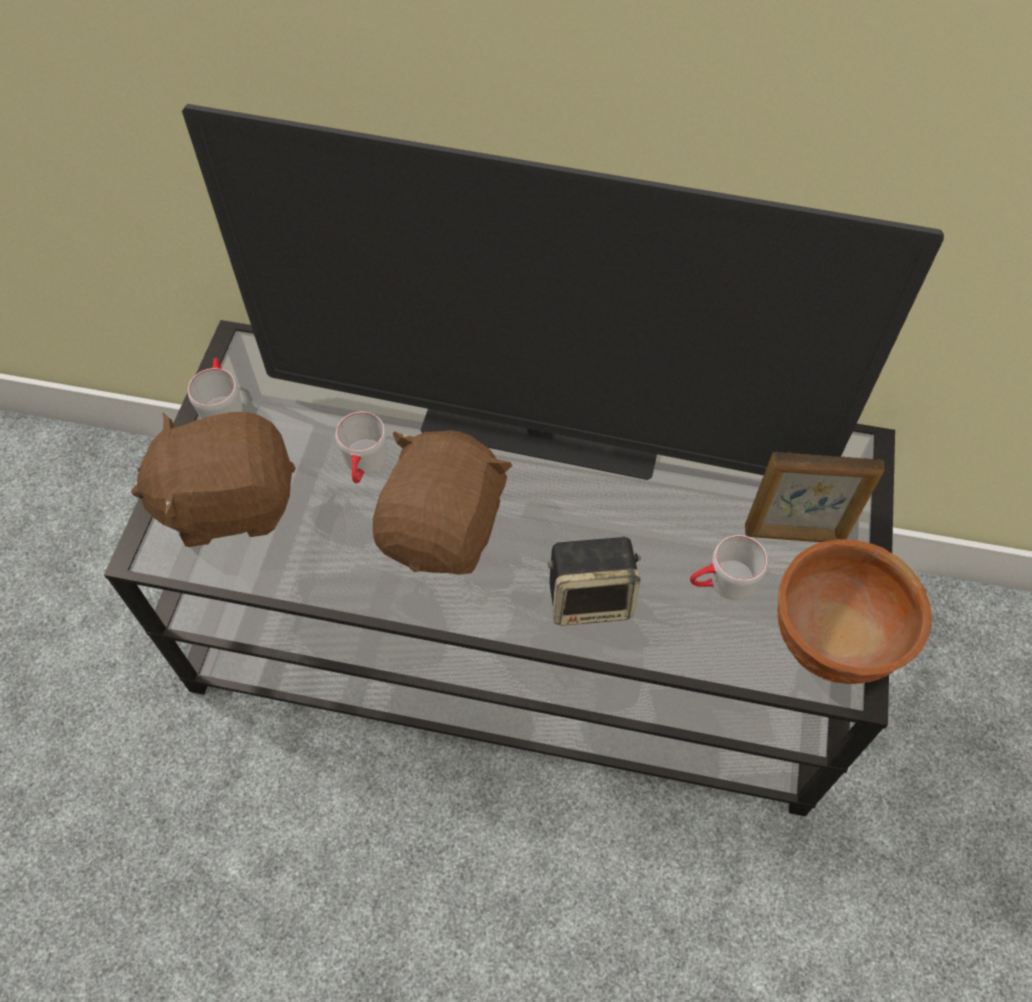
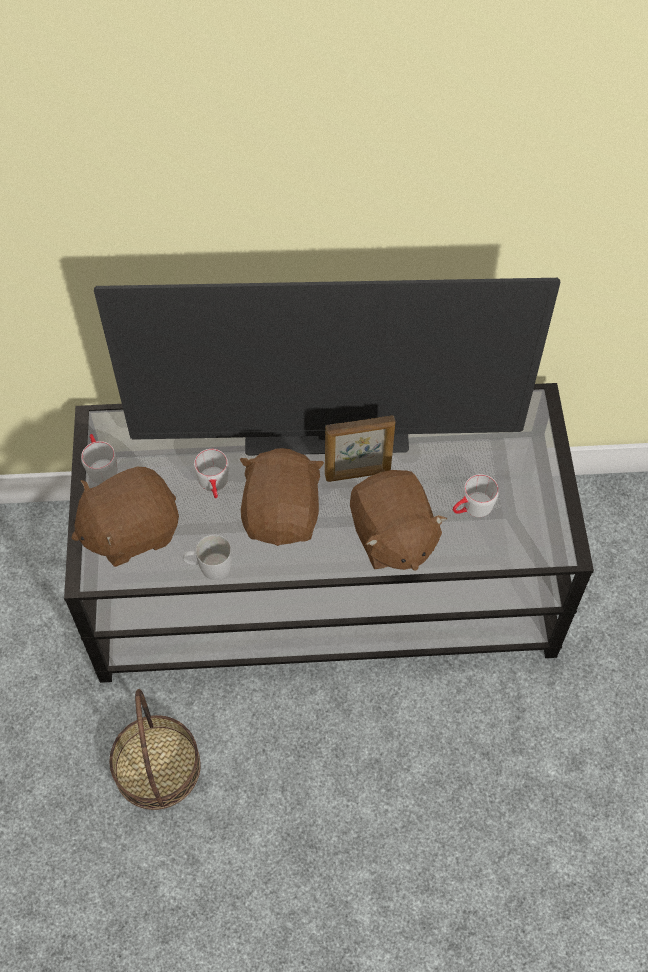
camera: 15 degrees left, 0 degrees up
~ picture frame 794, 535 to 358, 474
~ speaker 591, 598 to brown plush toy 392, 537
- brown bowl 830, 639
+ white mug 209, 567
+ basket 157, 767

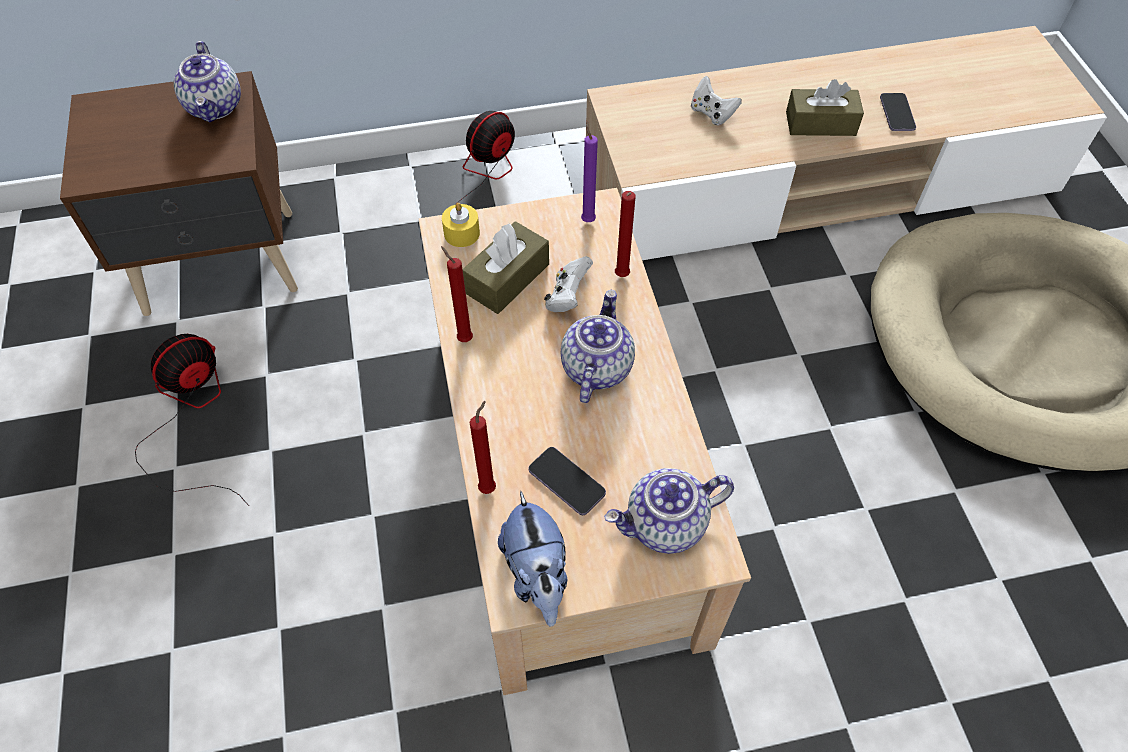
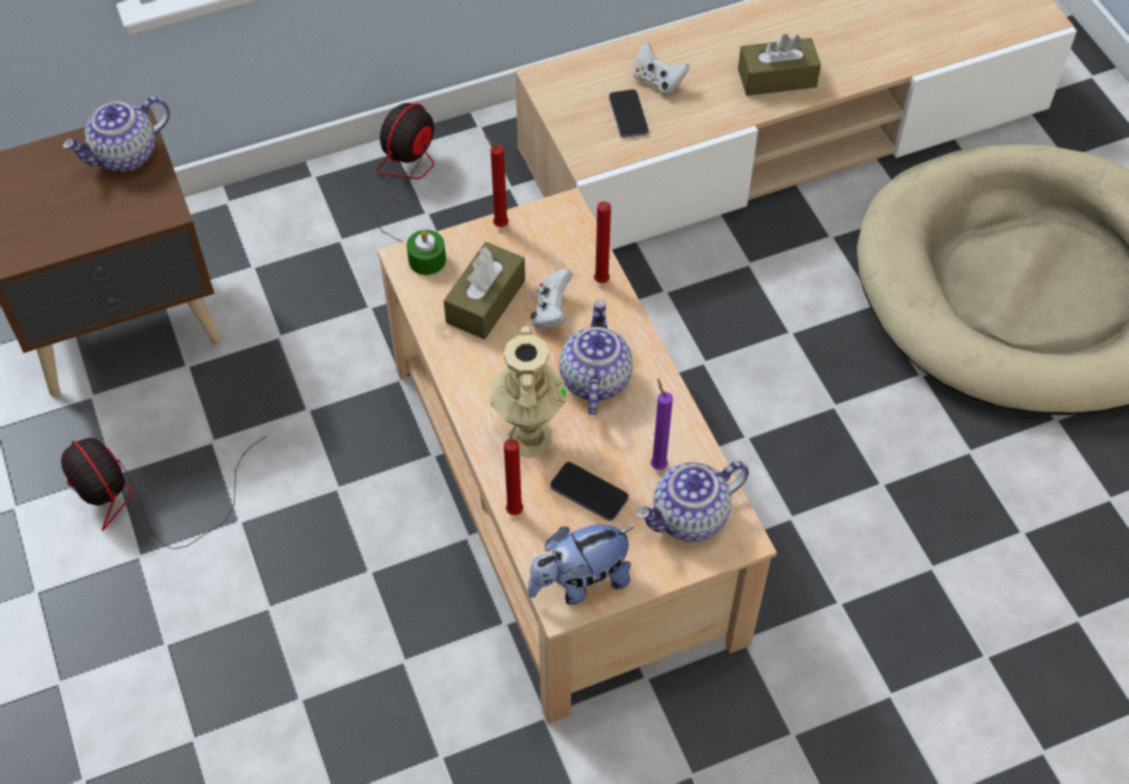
camera: 10 degrees left, 0 degrees up
~ teapot 215, 107 = 126, 156 75 degrees clockwise
~ phone 897, 113 to 628, 115
~ purple candle 587, 219 to 657, 464
~ yellow candle 461, 233 to green candle 427, 260
~ red candle 463, 338 to 498, 224
~ fan 192, 416 = 142, 499 75 degrees counterclockwise
~ plush toy 537, 576 = 580, 582 90 degrees clockwise
+ beige vase 527, 436

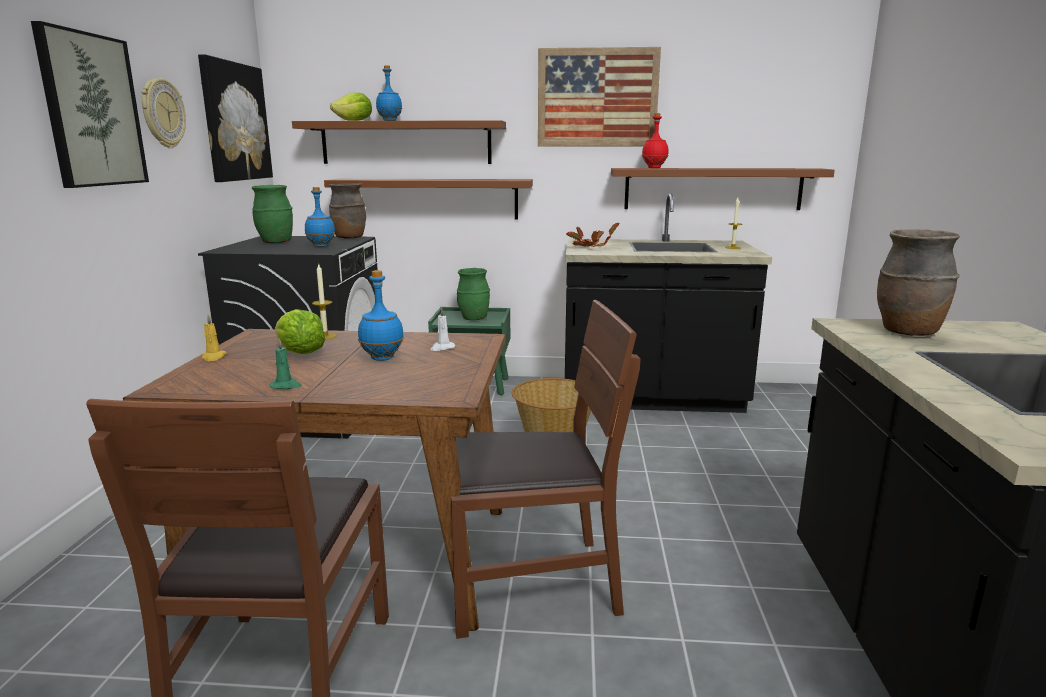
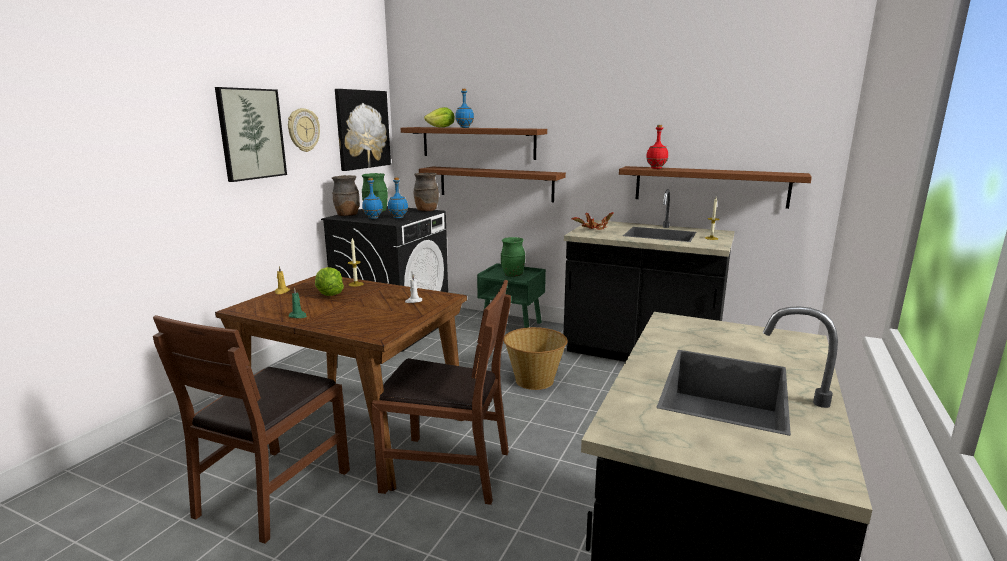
camera: 20 degrees right, 0 degrees up
- picture 597, 98
~ brown vase 908, 332 to 347, 215
~ blue bottle 382, 358 to 373, 218

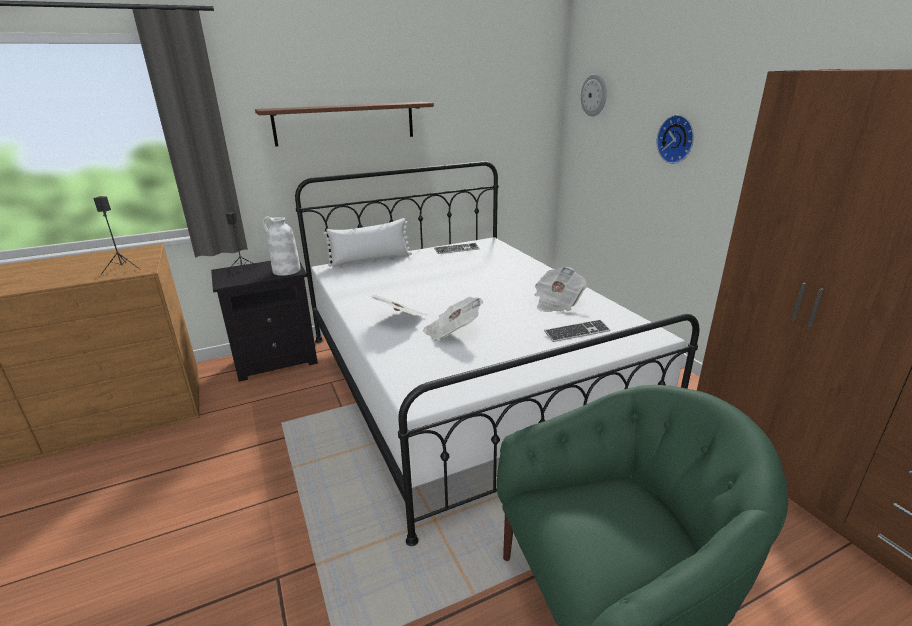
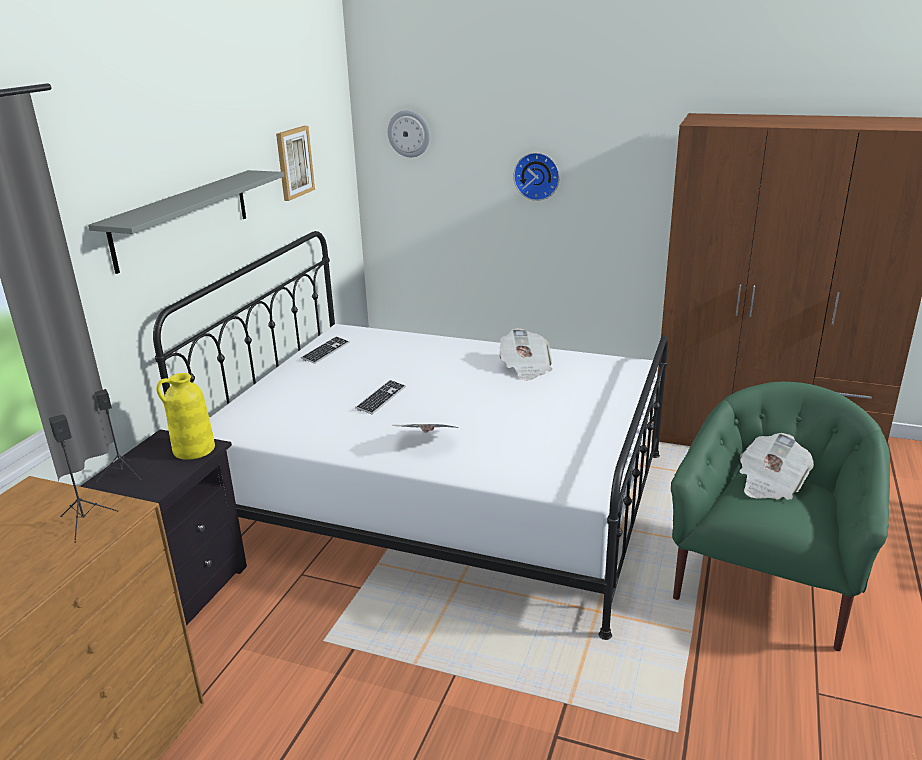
camera: 45 degrees left, 0 degrees up
~ brown shelf 345, 123 to grey shelf 182, 218
~ white vase 286, 271 to yellow vase 193, 450
- white pillow 371, 260
~ newspaper 452, 332 to 770, 484
~ keyboard 577, 332 to 381, 398
+ picture 294, 162

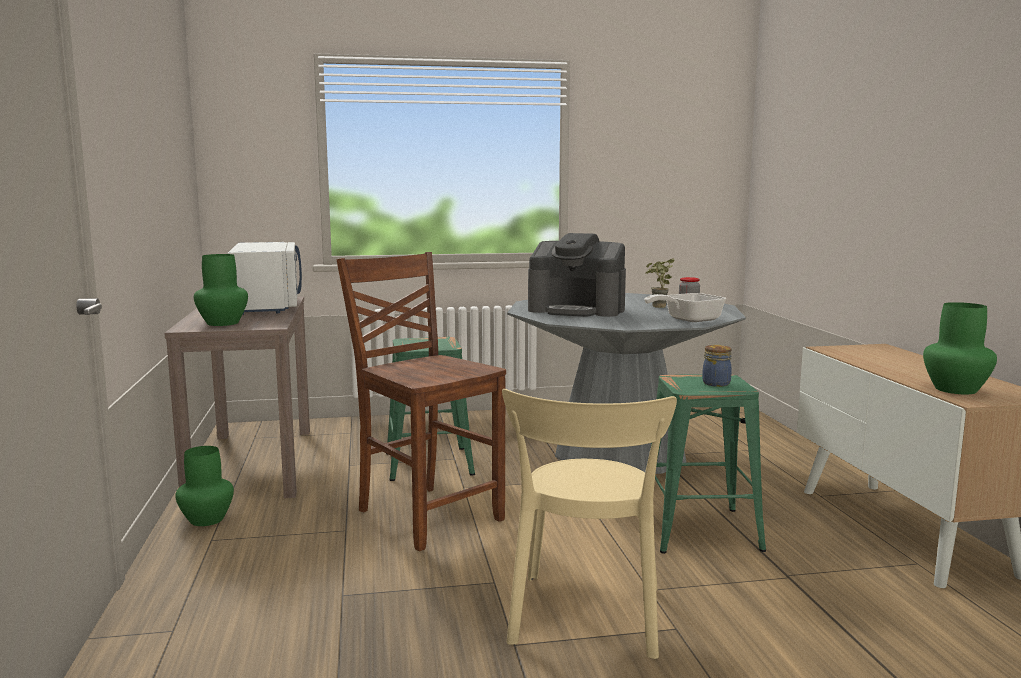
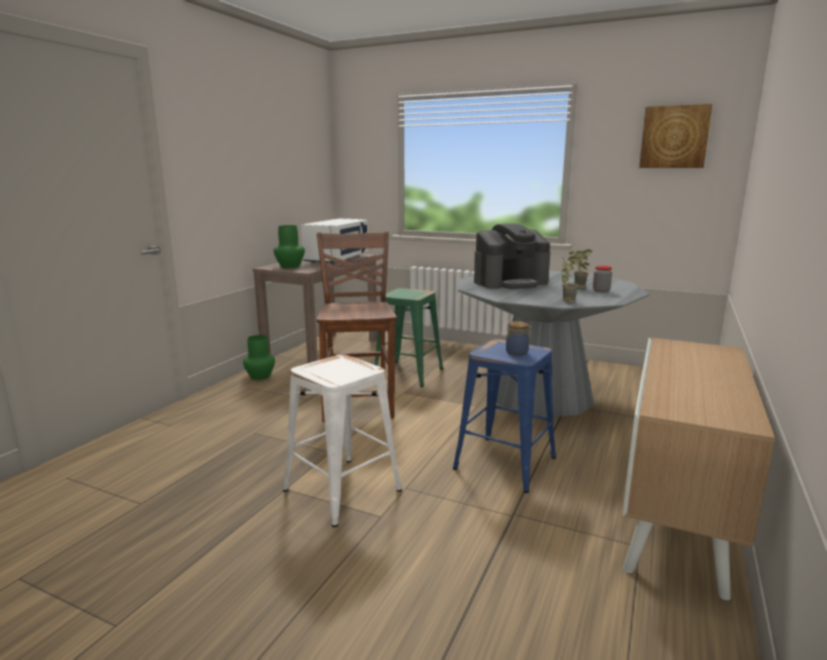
camera: 35 degrees right, 5 degrees up
~ coffee machine 577, 310 = 510, 282 75 degrees counterclockwise
~ frying pan 687, 320 to potted plant 566, 300
- green vase 957, 389
~ green stool 700, 530 to blue stool 504, 463
~ beige chair 585, 619 to white stool 341, 490
+ picture 674, 137

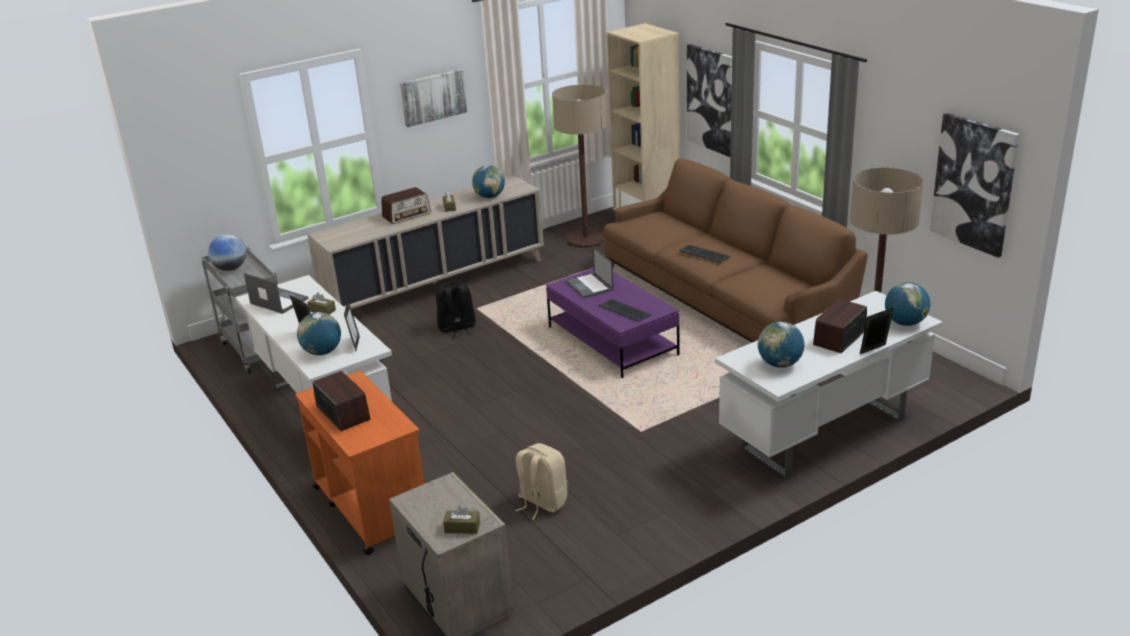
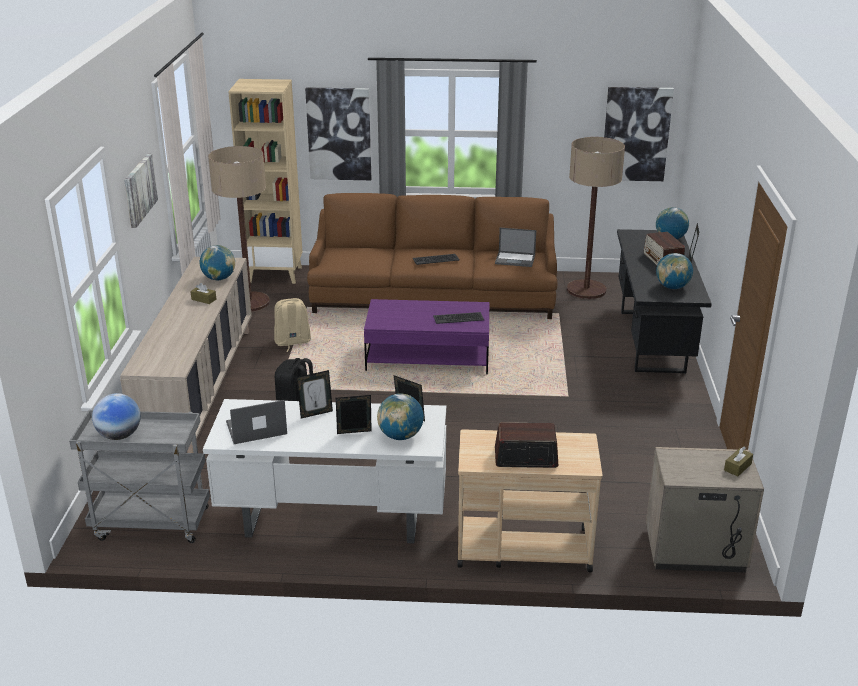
camera: 55 degrees left, 0 degrees up
- radio 407, 215
~ laptop 589, 286 to 515, 259
~ white desk 824, 434 to black desk 652, 341
~ brown tissue box 322, 310 to picture frame 316, 413
~ orange cart 370, 506 to beige cart 522, 547
~ beige backpack 541, 502 to 292, 343

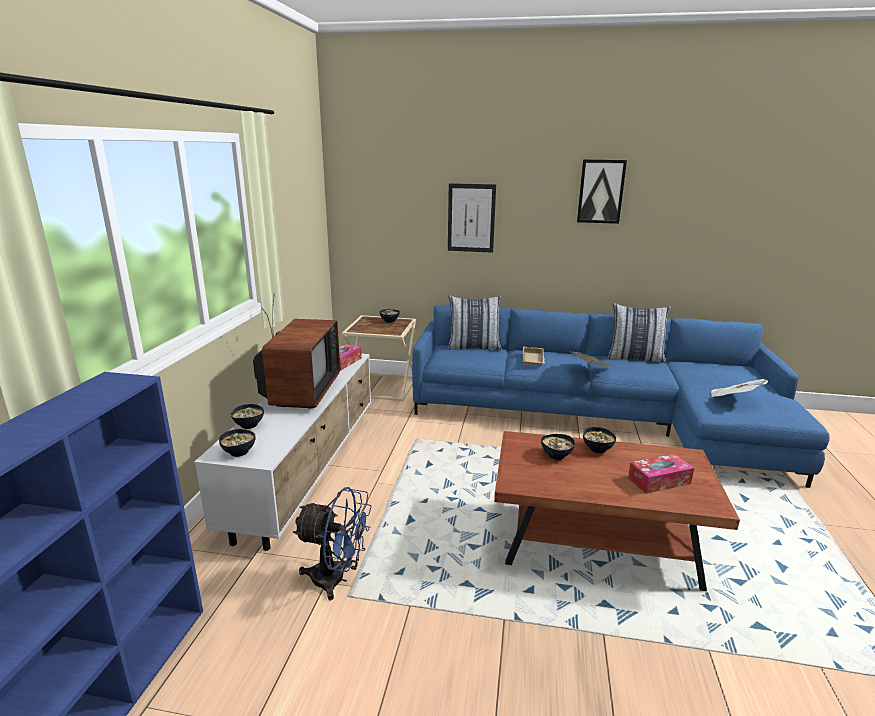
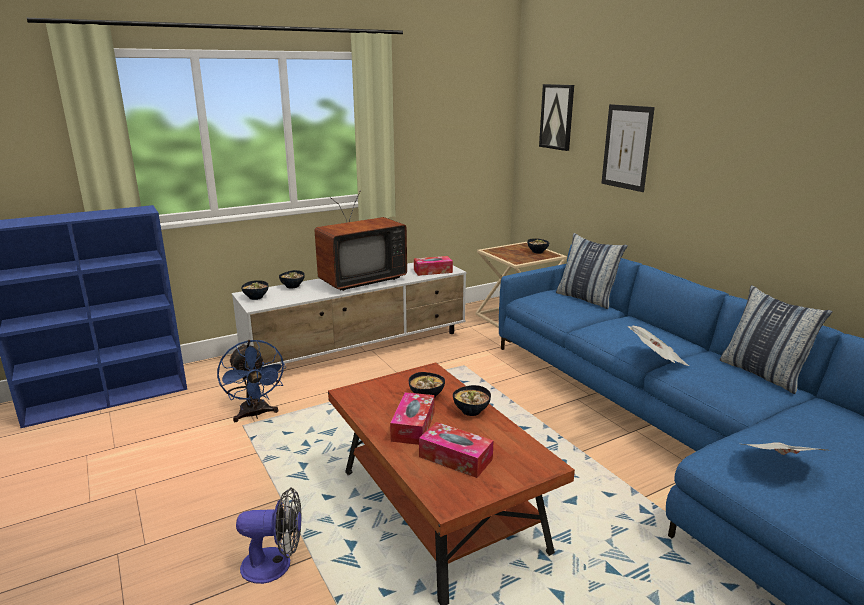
camera: 50 degrees right, 0 degrees up
~ picture 601, 191 to 557, 117
- beige tray 534, 360
+ tissue box 413, 426
+ fan 275, 564

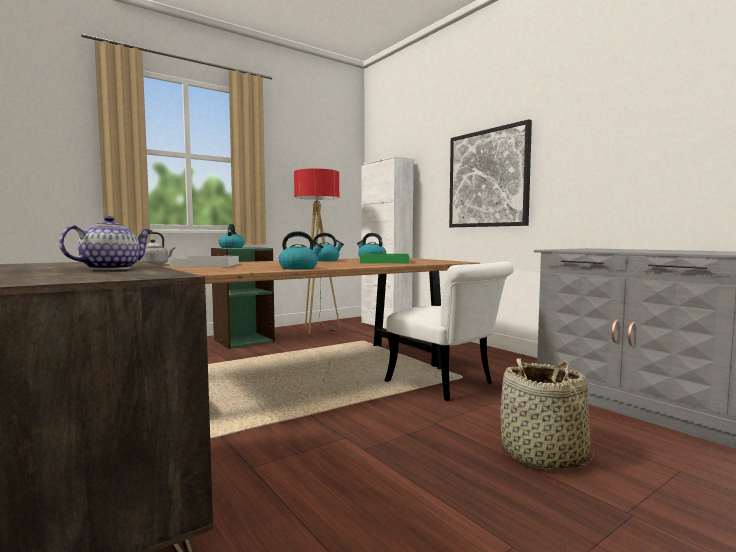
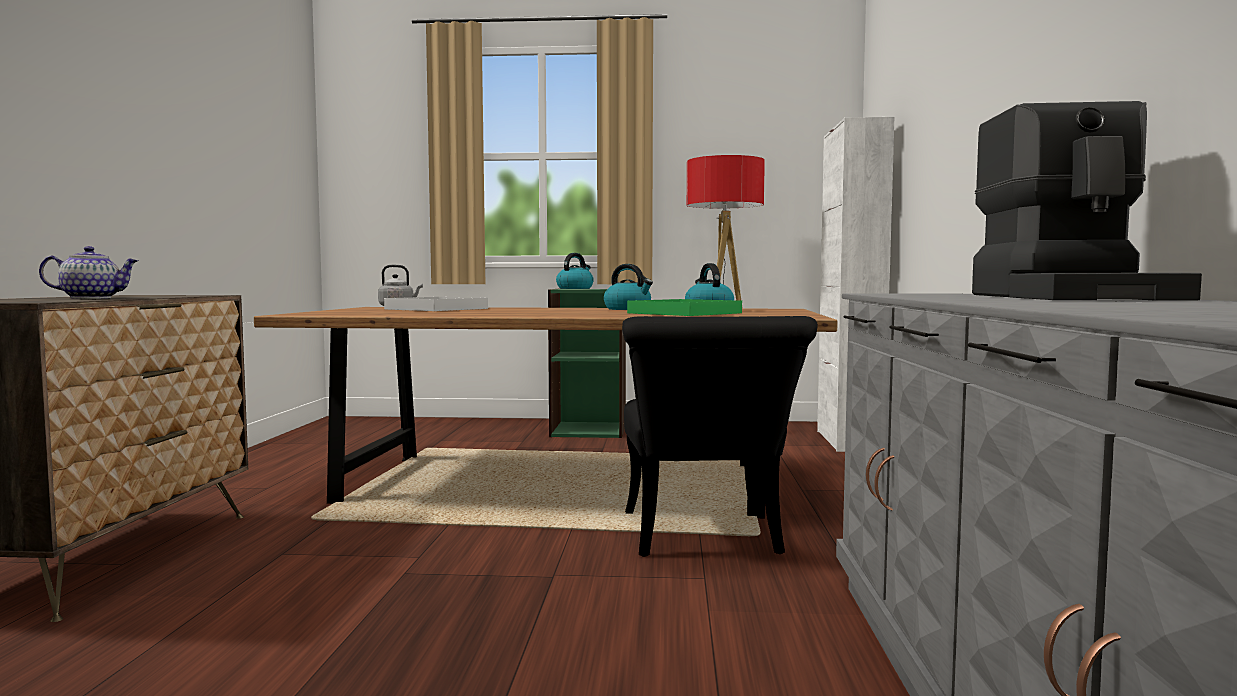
camera: 40 degrees right, 0 degrees up
- picture 488, 178
- kettle 299, 268
~ white chair 448, 385 to black chair 704, 539
- basket 543, 455
+ coffee machine 1072, 297

